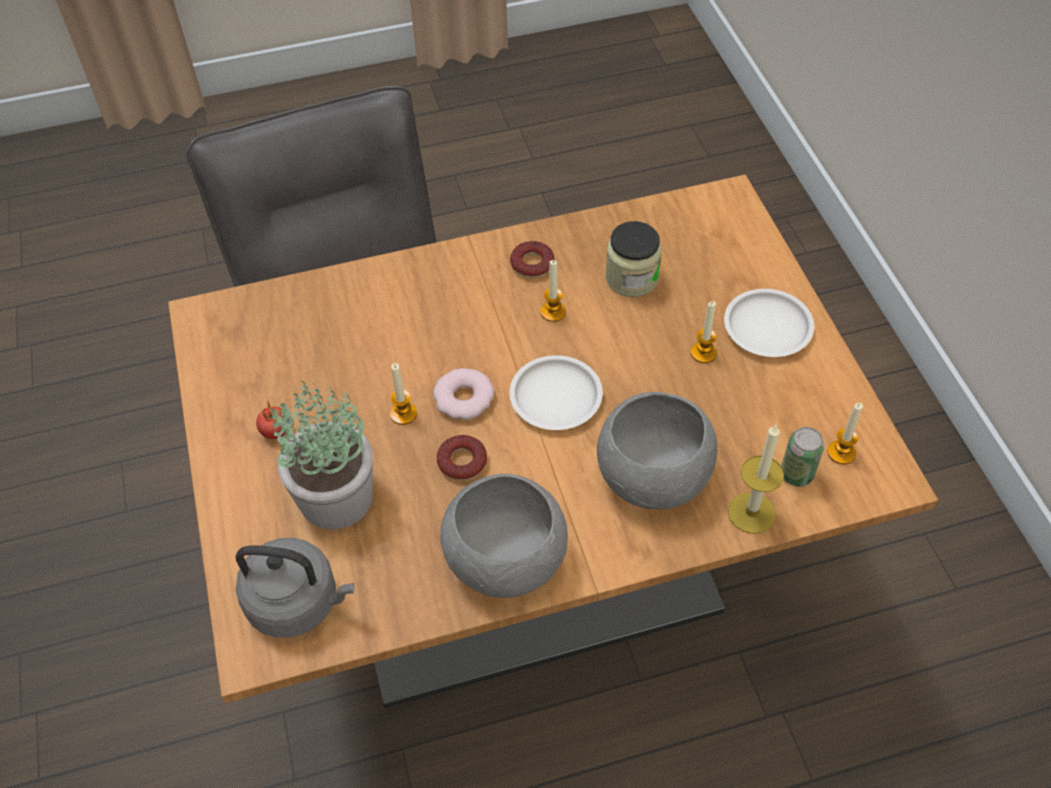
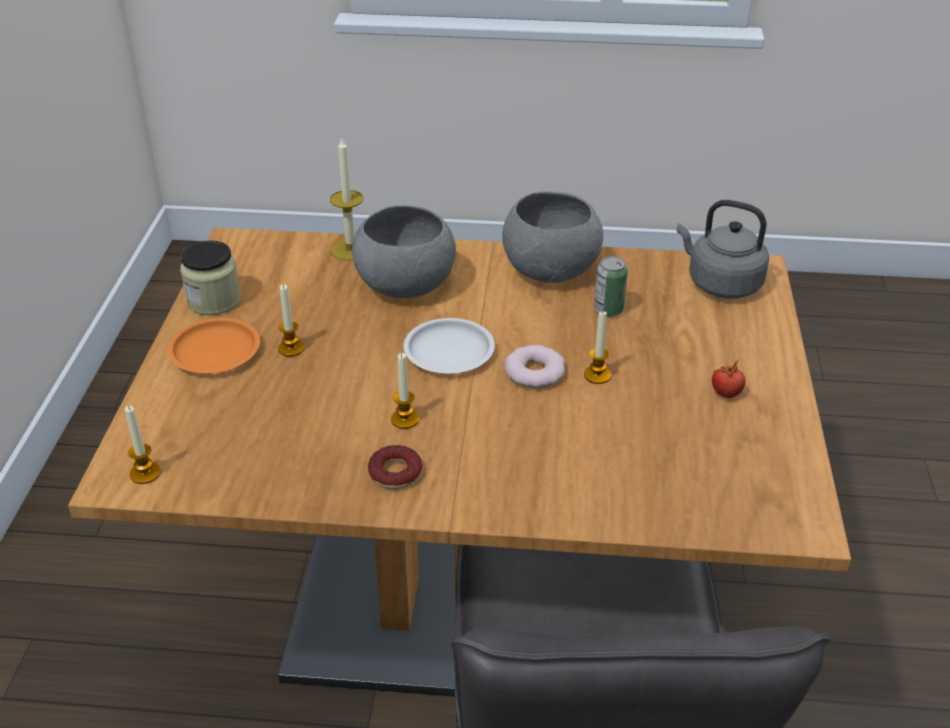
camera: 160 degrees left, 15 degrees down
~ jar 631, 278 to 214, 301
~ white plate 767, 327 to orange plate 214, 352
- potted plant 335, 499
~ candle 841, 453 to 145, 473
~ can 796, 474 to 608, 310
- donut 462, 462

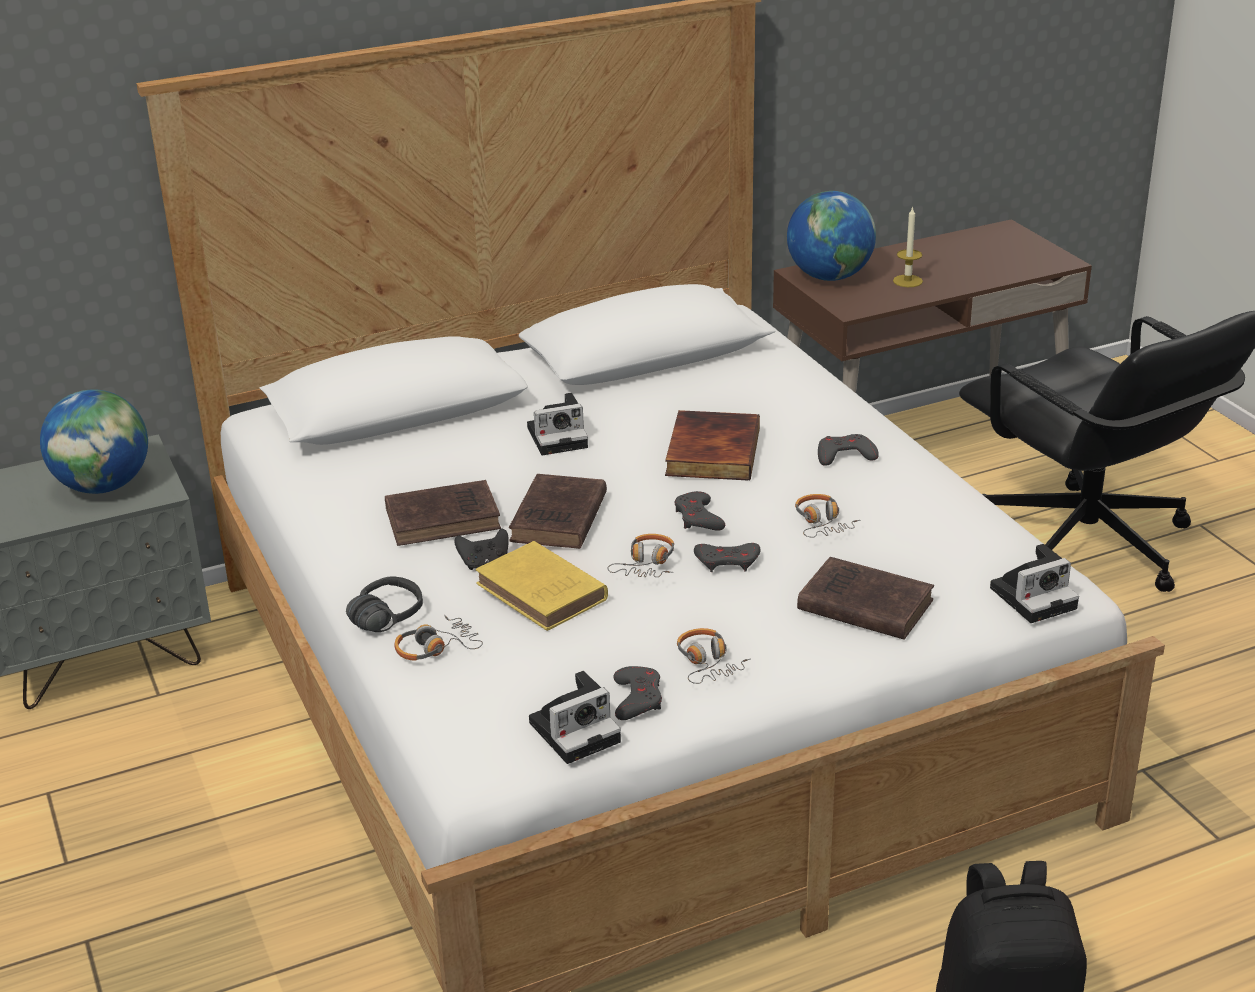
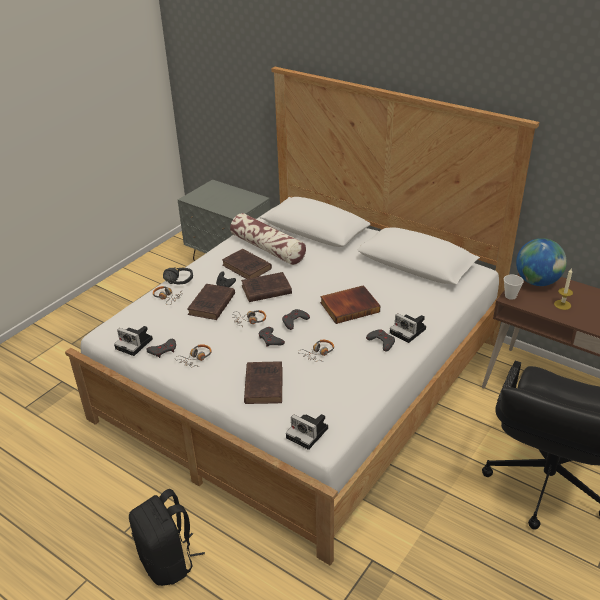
camera: 60 degrees right, 5 degrees up
- globe 104, 486
~ photo camera 559, 437 to 409, 331
~ yellow book 544, 593 to brown book 211, 305
+ pillow 268, 248
+ cup 510, 296

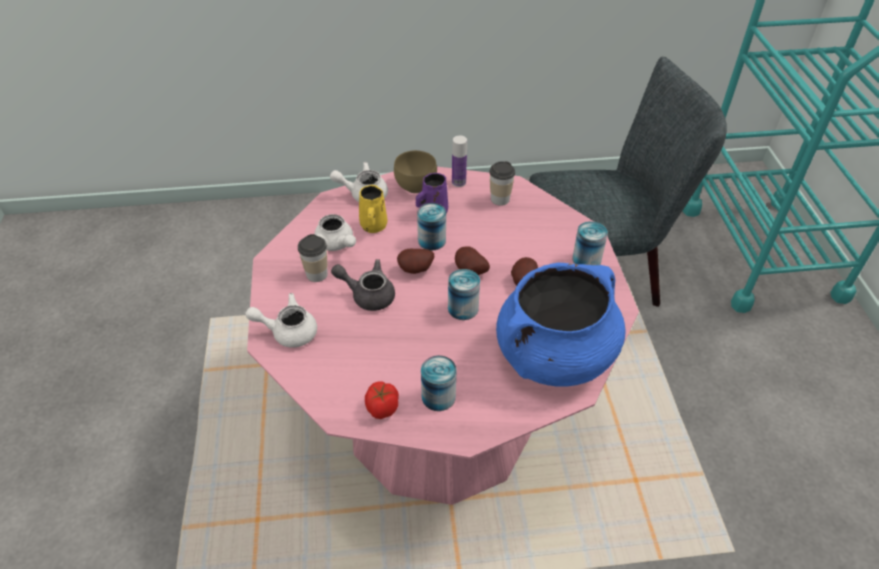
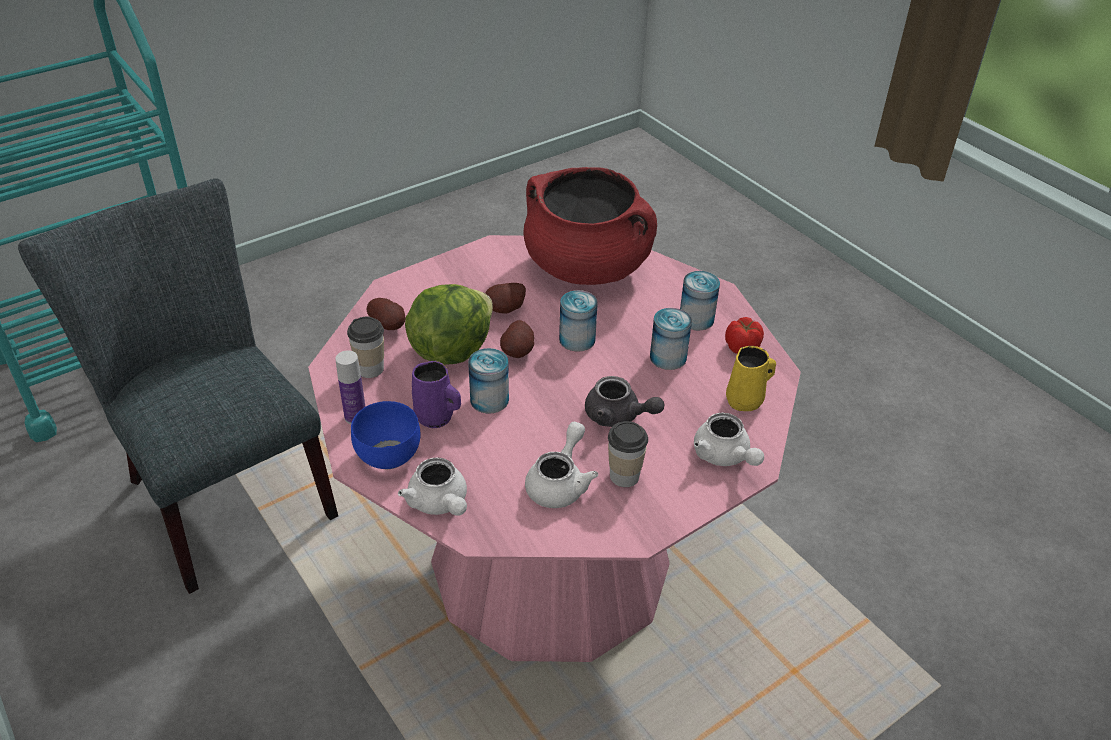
camera: 120 degrees left, 5 degrees down
~ brown bowl 416, 185 to blue bowl 386, 456
~ yellow mug 373, 226 to 746, 400
~ can 586, 259 to 668, 357
~ potato 416, 270 to 389, 326
~ grey teapot 368, 295 = 618, 416 45 degrees counterclockwise
~ blue cooking pot 554, 356 to red cooking pot 587, 267
+ lettuce 450, 350

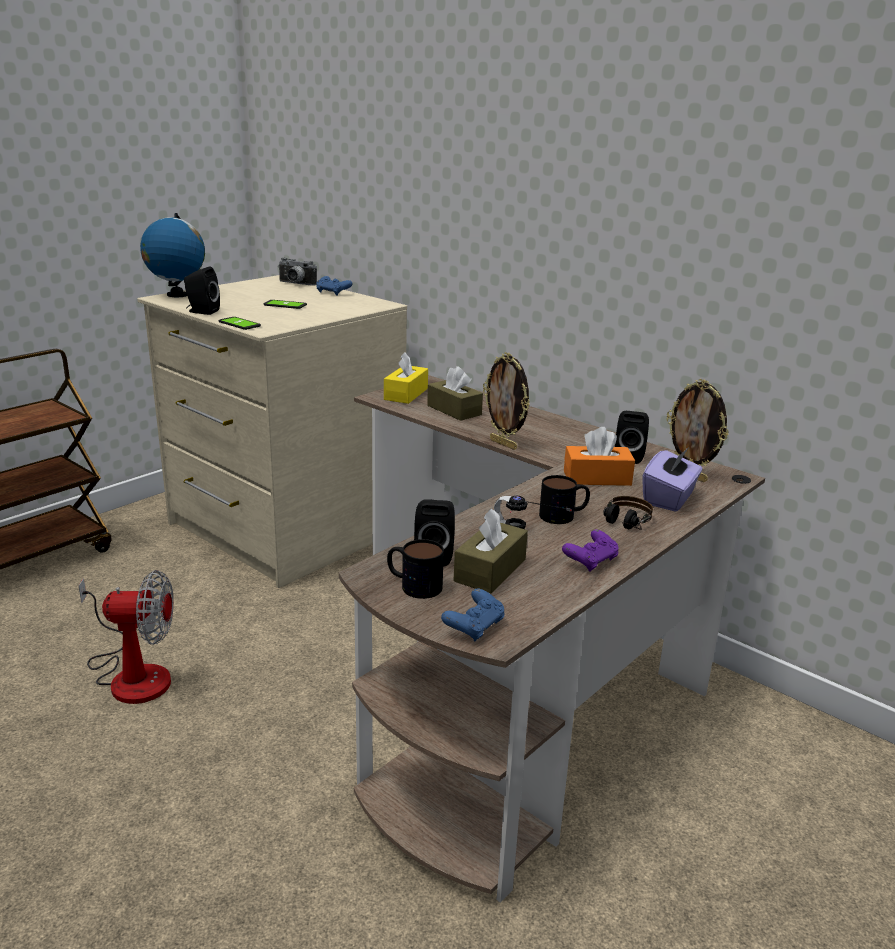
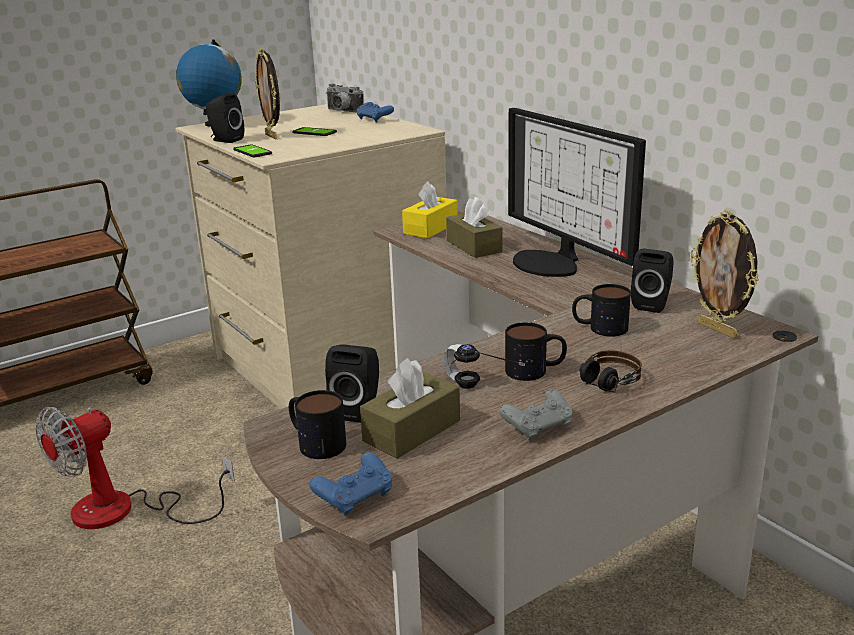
camera: 15 degrees right, 0 degrees up
~ picture frame 504, 444 to 272, 136
~ orange tissue box 597, 478 to mug 599, 328
- purple tissue box 669, 499
~ purple game controller 591, 561 to grey game controller 538, 427
~ fan 132, 674 = 124, 511 120 degrees clockwise
+ monitor 552, 262

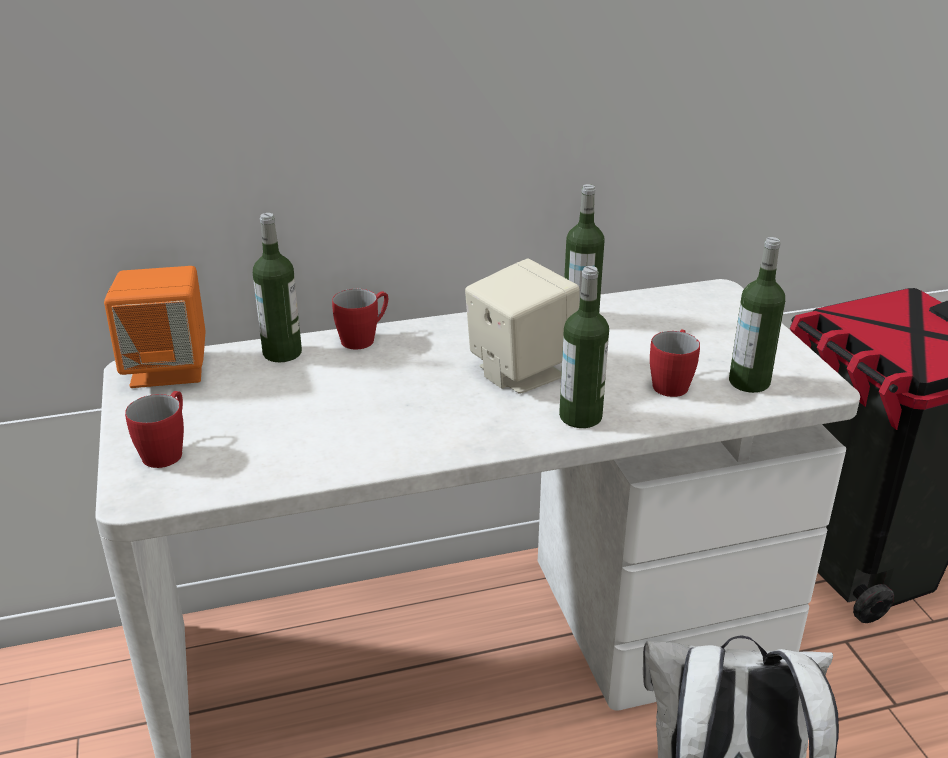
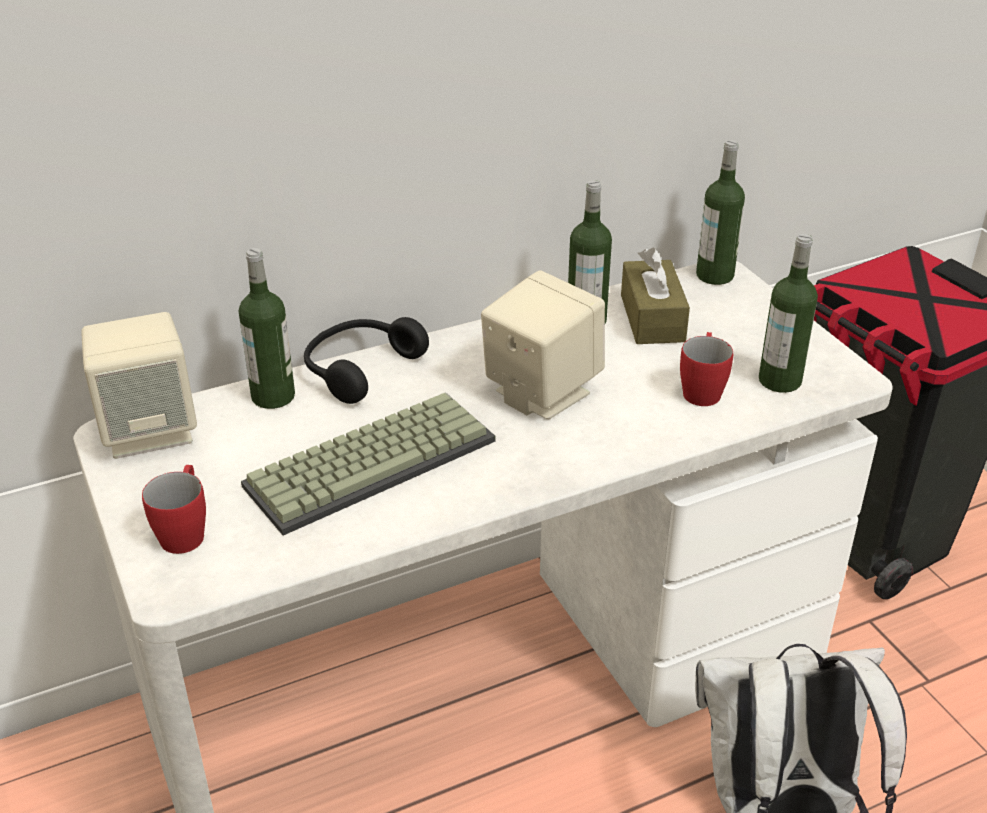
camera: 10 degrees left, 5 degrees up
~ orange speaker 168, 369 to beige speaker 150, 430
~ bottle 580, 417 to 714, 275
~ red mug 364, 338 to black headphones 359, 368
+ brown tissue box 652, 318
+ keyboard 371, 460

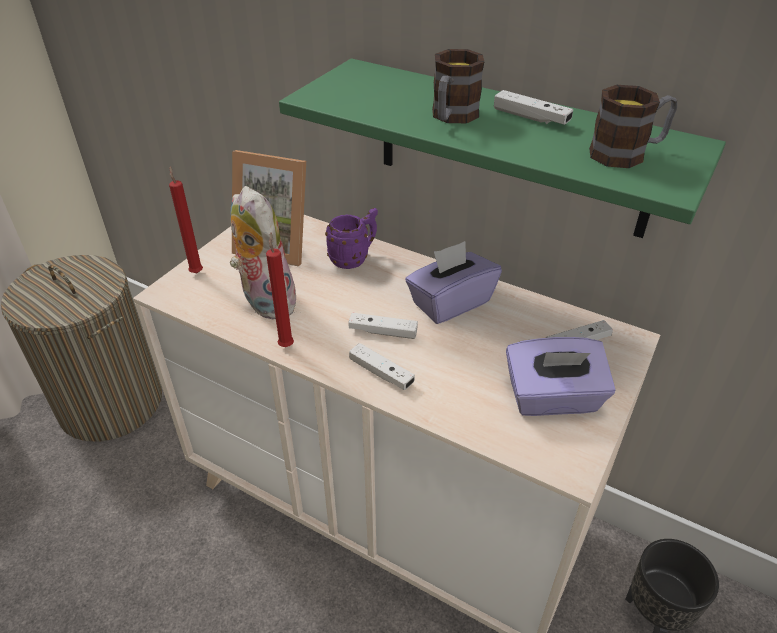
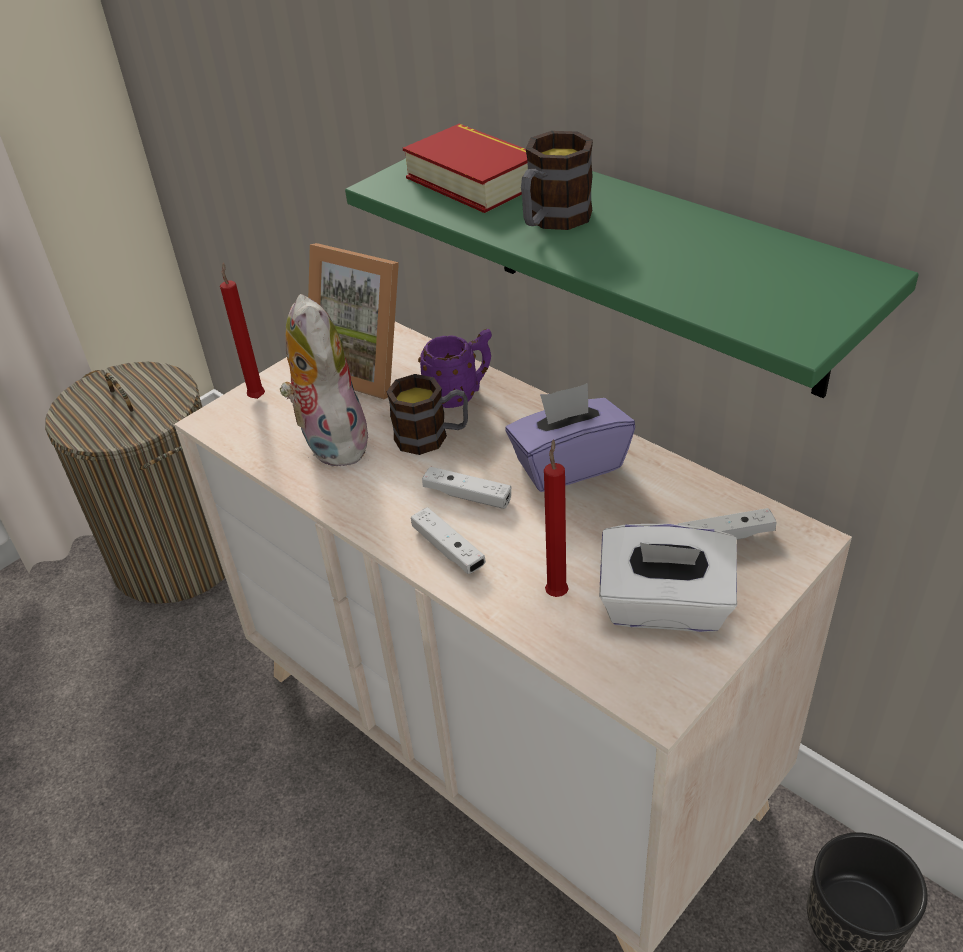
camera: 15 degrees right, 0 degrees up
~ mug 627, 153 to 432, 437
- white game controller 530, 117
~ red candle 286, 344 to 557, 592
~ purple tissue box 553, 398 to white tissue box 664, 607
+ book 474, 180

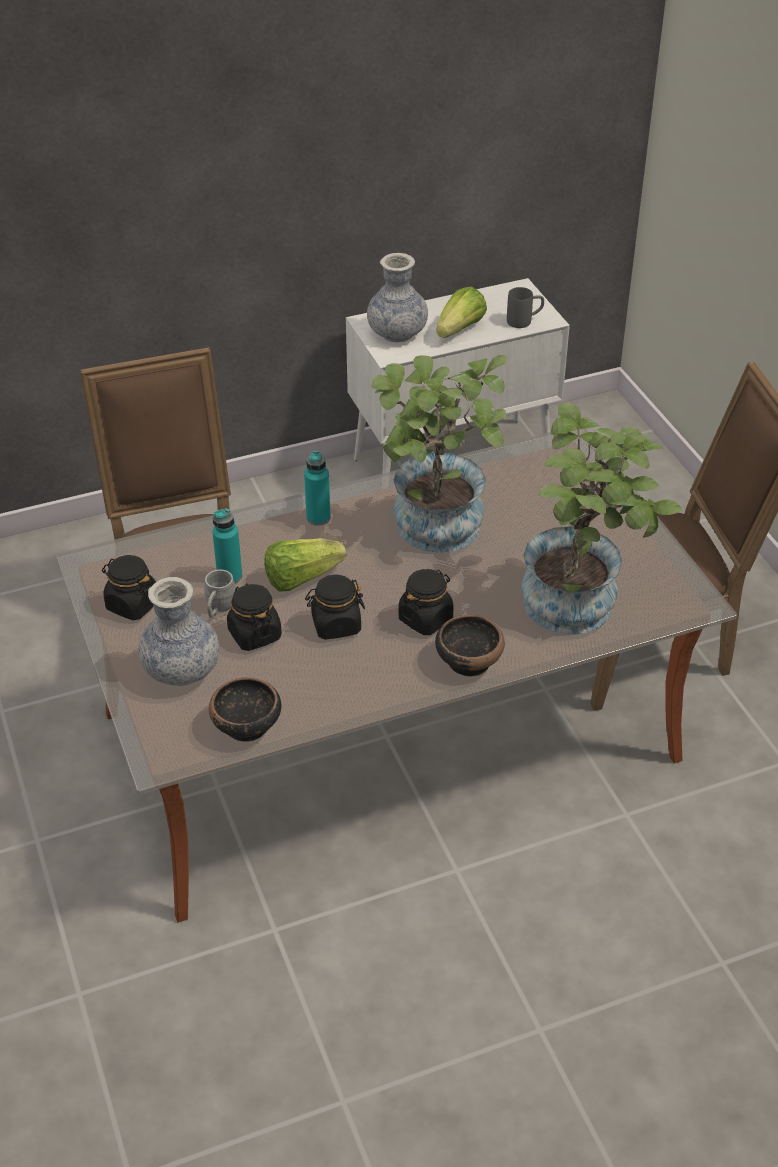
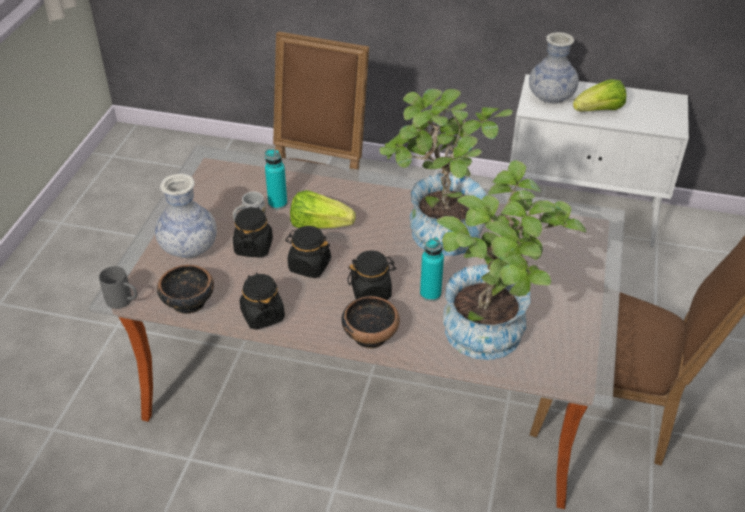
camera: 35 degrees right, 0 degrees up
~ grey mug 524, 321 to 124, 302
~ turquoise bottle 318, 518 to 430, 294
~ black jar 132, 604 to 262, 315

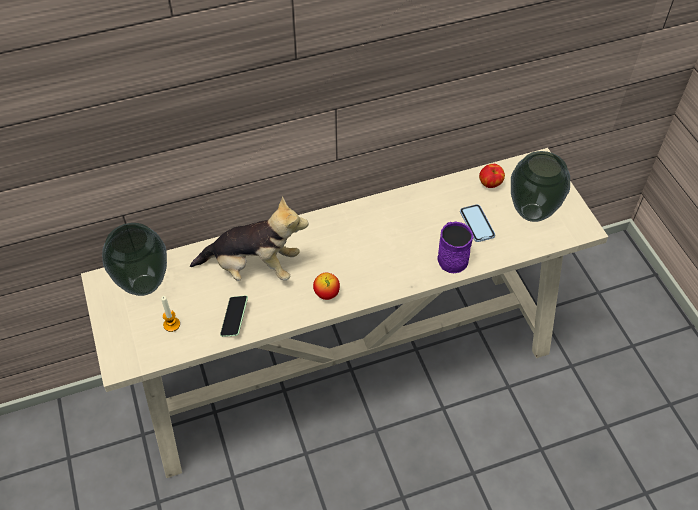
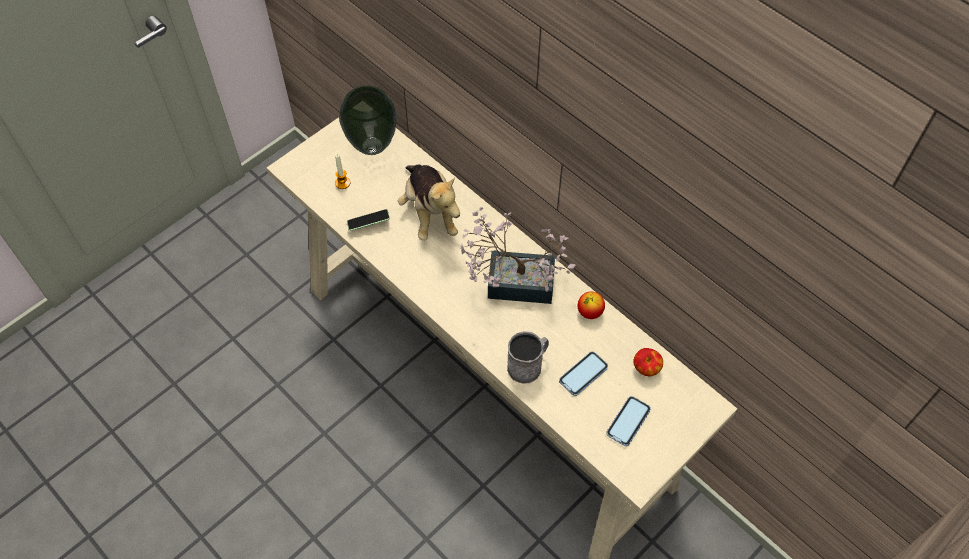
camera: 65 degrees right, 5 degrees up
~ vase 532, 213 to phone 628, 421
~ purple mug 451, 256 to grey mug 528, 365
~ apple 326, 294 to 589, 312
+ potted plant 512, 281

